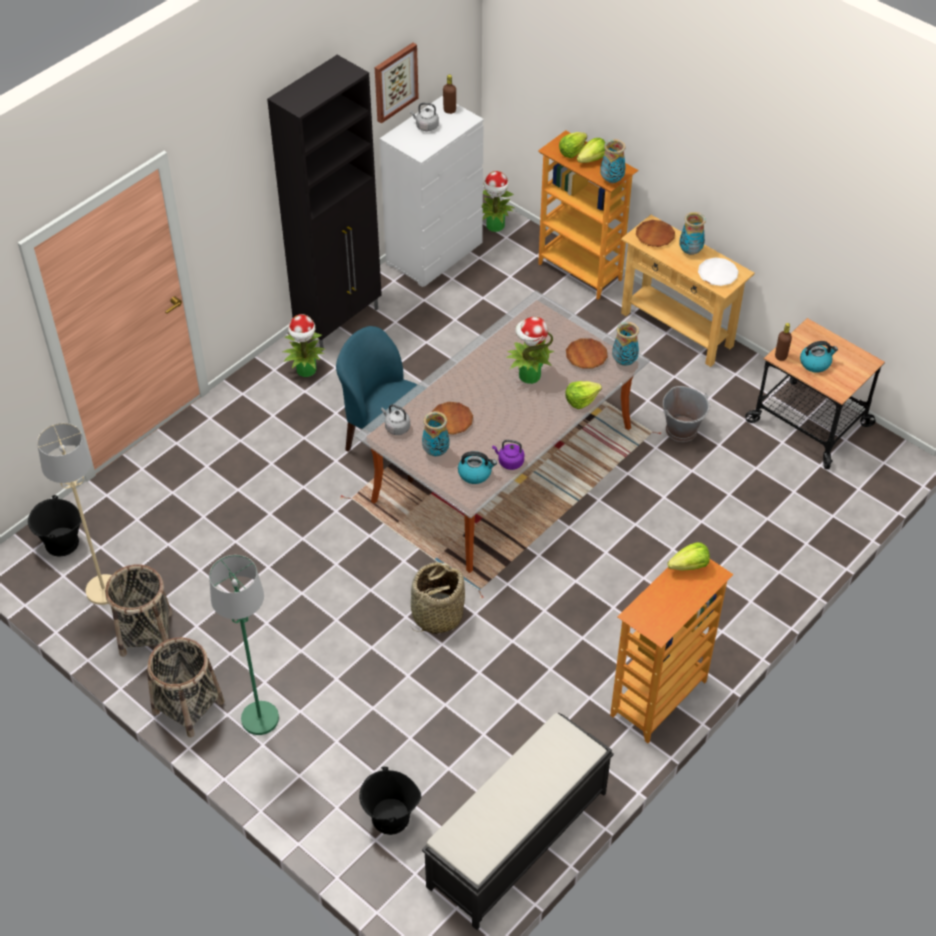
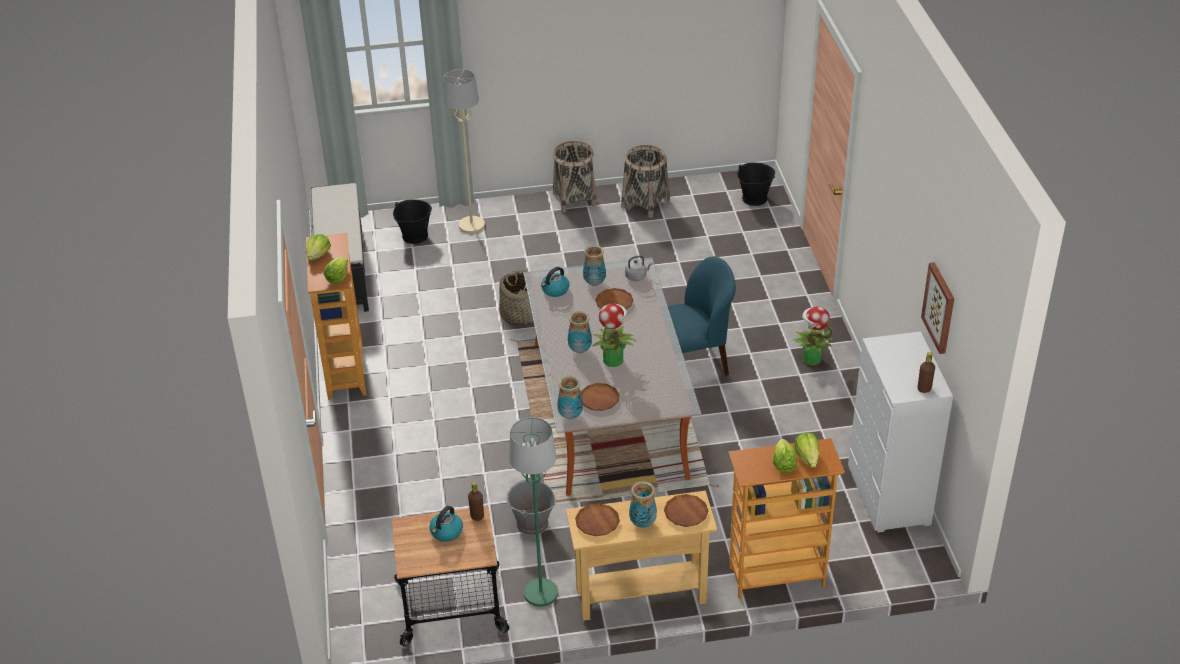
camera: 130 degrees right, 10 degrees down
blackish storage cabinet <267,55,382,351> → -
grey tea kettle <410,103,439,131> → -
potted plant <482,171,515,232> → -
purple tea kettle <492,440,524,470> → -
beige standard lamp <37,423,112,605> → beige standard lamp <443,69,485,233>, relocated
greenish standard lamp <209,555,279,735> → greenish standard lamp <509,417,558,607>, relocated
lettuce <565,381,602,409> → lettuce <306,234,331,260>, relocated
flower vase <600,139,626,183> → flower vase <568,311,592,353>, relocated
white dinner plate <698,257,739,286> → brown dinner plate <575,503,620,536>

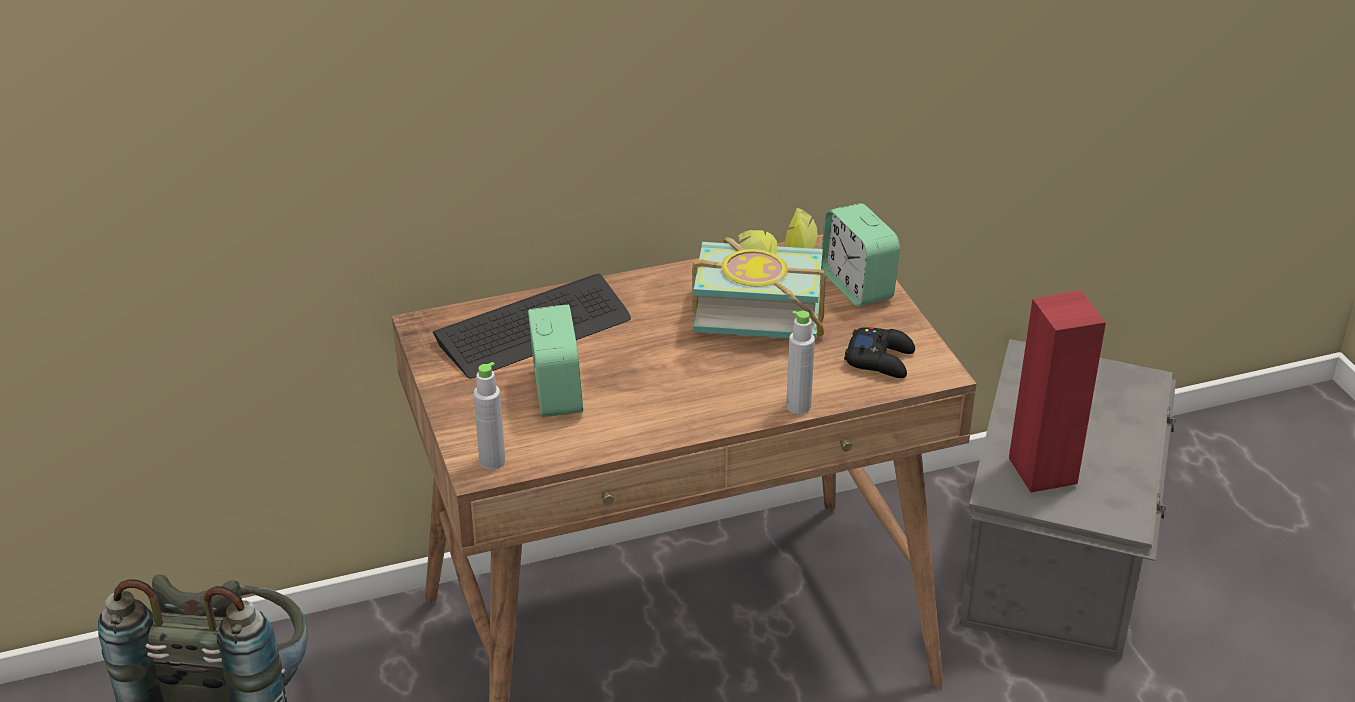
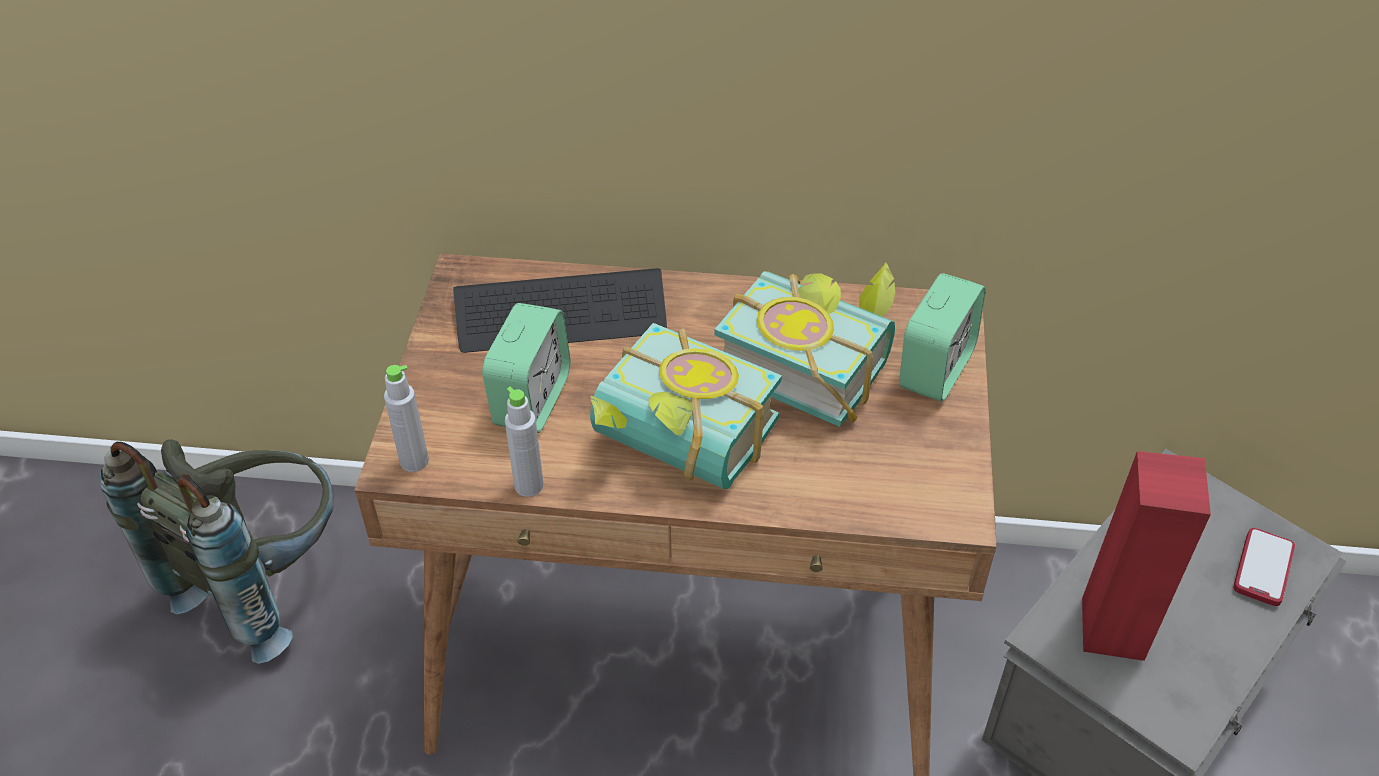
camera: 25 degrees right, 10 degrees up
blackish game controller <844,327,915,378> → -
- → volume <590,323,782,489>
- → phone <1233,528,1295,606>
grey bottle <786,311,815,414> → grey bottle <505,387,544,497>, relocated
table clock <822,203,900,307> → table clock <899,273,986,402>, 150 degrees counterclockwise

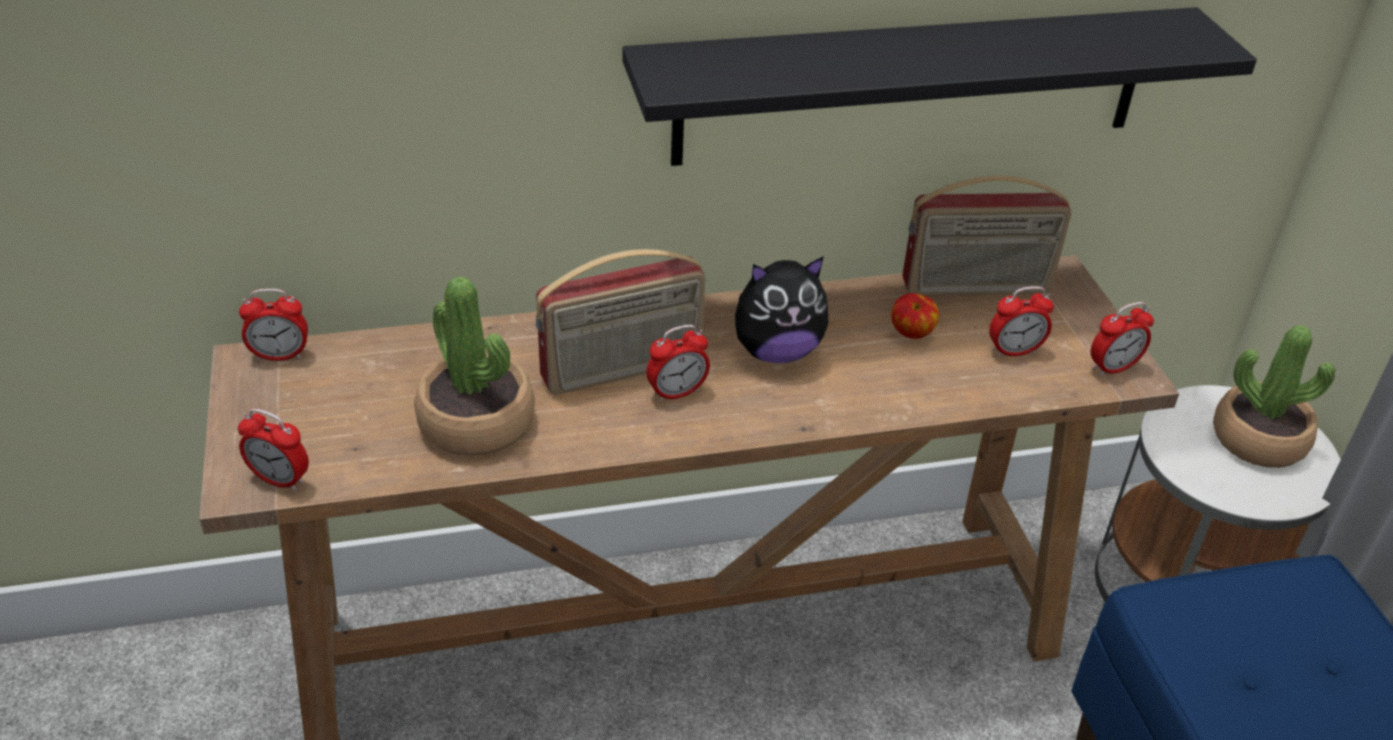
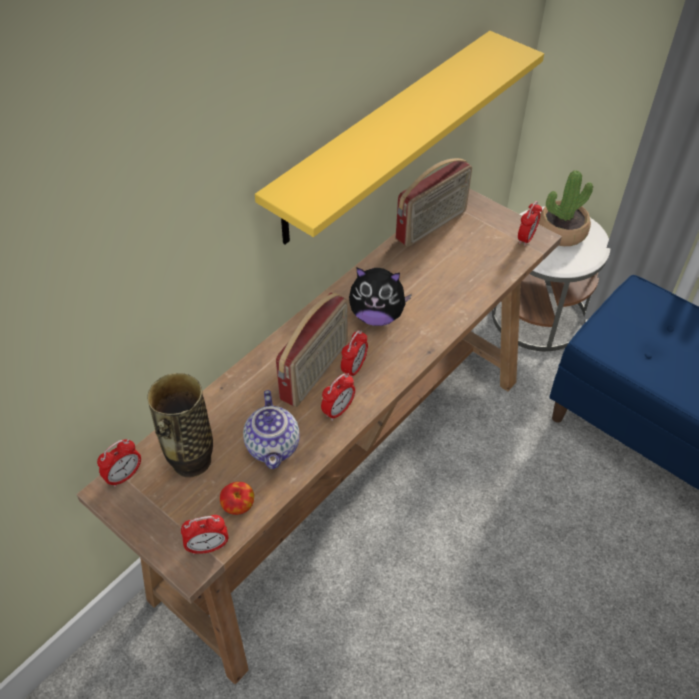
camera: 35 degrees left, 10 degrees up
- → flower vase <147,373,213,477>
apple fruit <891,293,939,339> → apple fruit <220,482,254,515>, relocated
table clock <989,286,1054,357> → table clock <321,373,355,421>, relocated
potted plant <415,277,535,456> → pot for tea <243,390,300,469>
blackish bracket shelf <622,7,1257,166> → yellowish bracket shelf <255,31,544,244>
cuddly toy <735,256,829,363> → cuddly toy <349,267,412,326>, 60 degrees clockwise

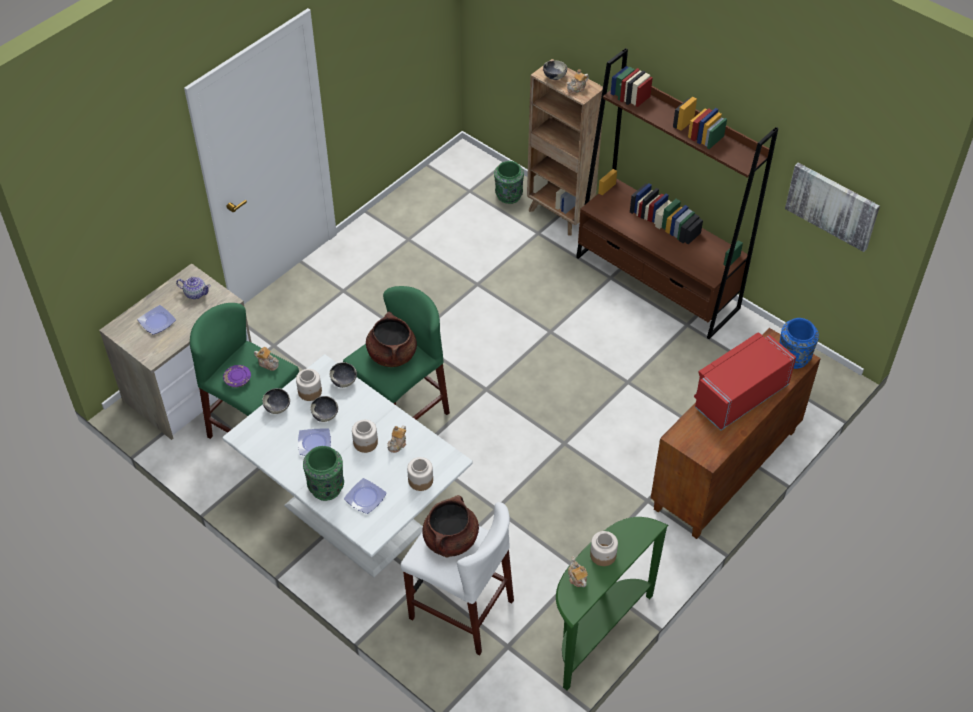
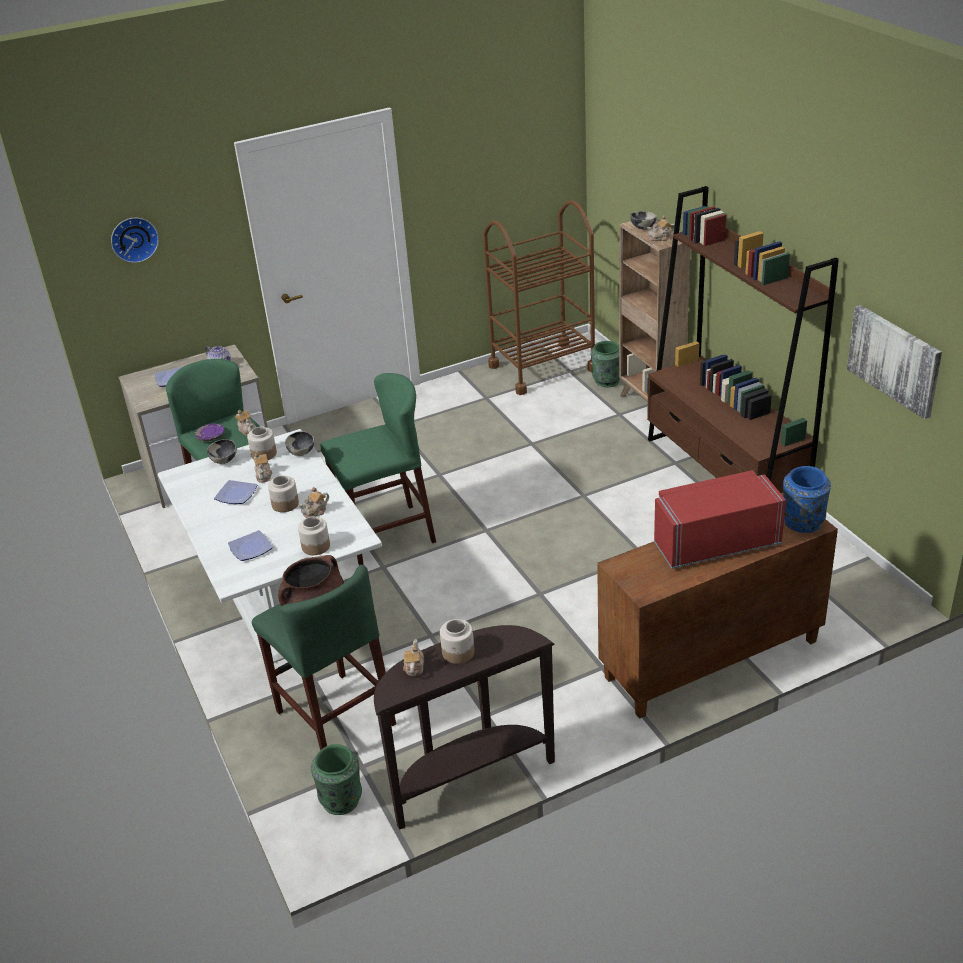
camera: 25 degrees right, 15 degrees down
brown cooking pot <366,311,417,367> → -
- → hanging clock <111,218,159,263>
- → brown trolley <483,200,595,395>
greenish flower vase <303,446,344,501> → greenish flower vase <311,744,362,815>, relocated
bowl <310,396,338,422> → pot for tea <254,452,272,483>
white sitting stool <400,502,514,655> → greenish sitting stool <252,565,396,750>
greenish narrow table <556,517,669,690> → brown narrow table <374,625,555,830>

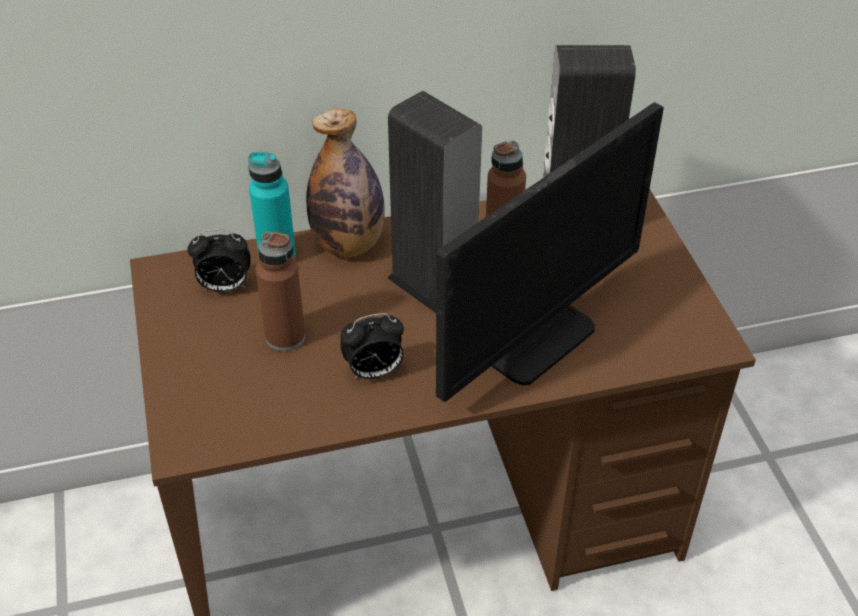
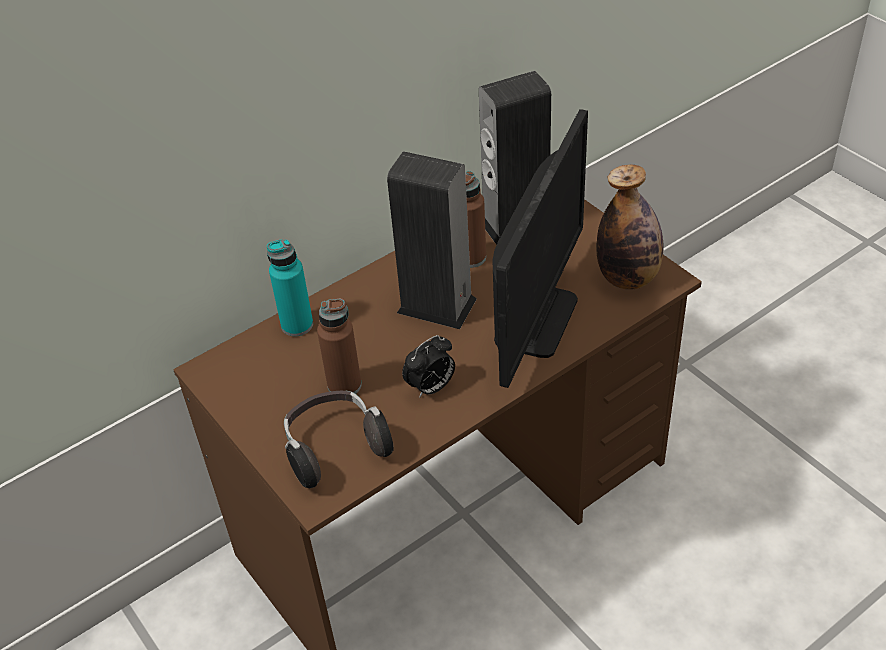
camera: 20 degrees left, 0 degrees up
table clock <187,230,251,292> → -
- → headphones <284,390,394,488>
bottle <306,109,385,257> → bottle <597,165,663,289>, relocated

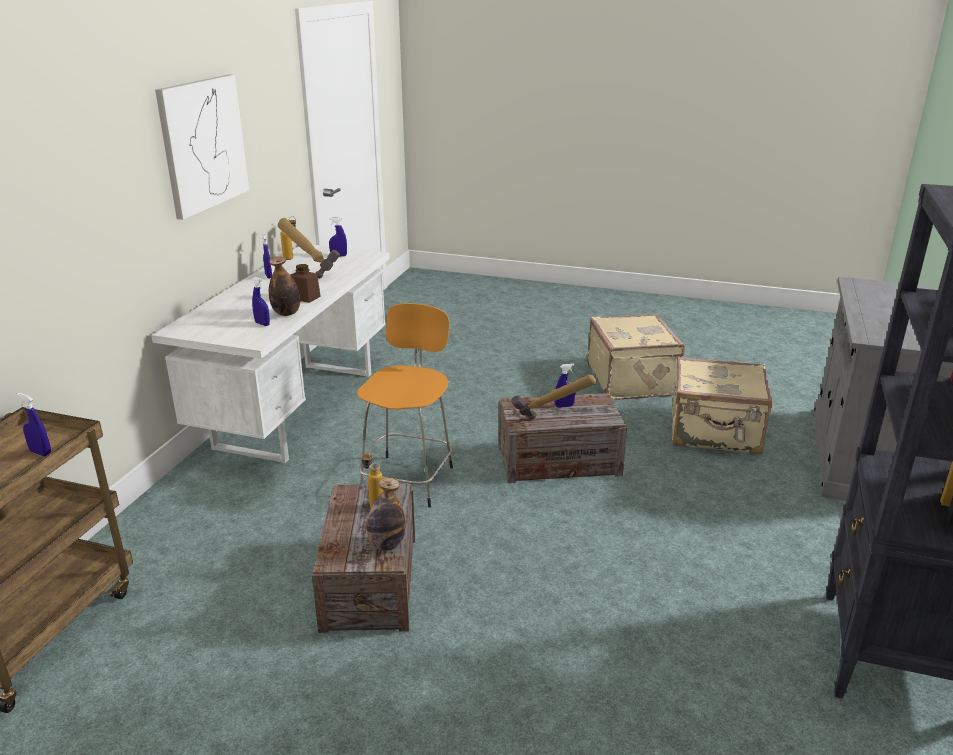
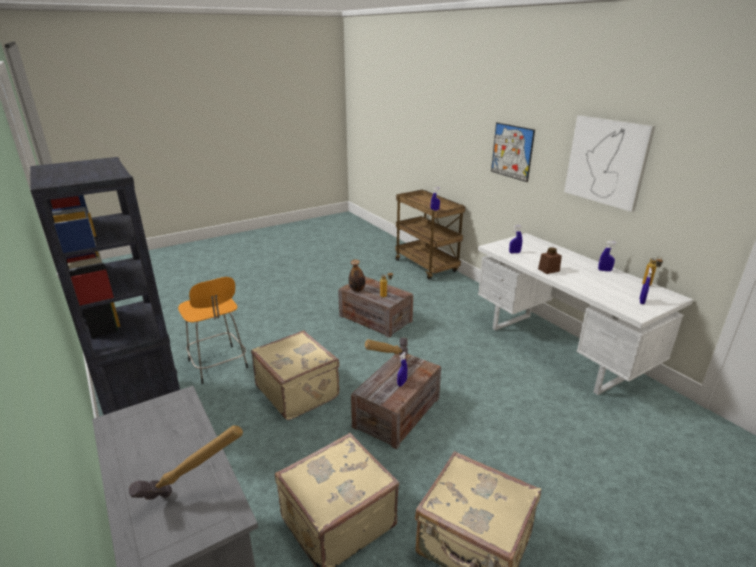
camera: 130 degrees right, 0 degrees up
bottle <269,256,300,316> → -
- → beige travel case <251,330,339,420>
- → picture <491,123,535,182>
hand hammer <278,218,340,278> → hand hammer <129,426,243,500>, relocated
orange sitting stool <357,303,453,507> → orange sitting stool <178,277,248,384>, relocated

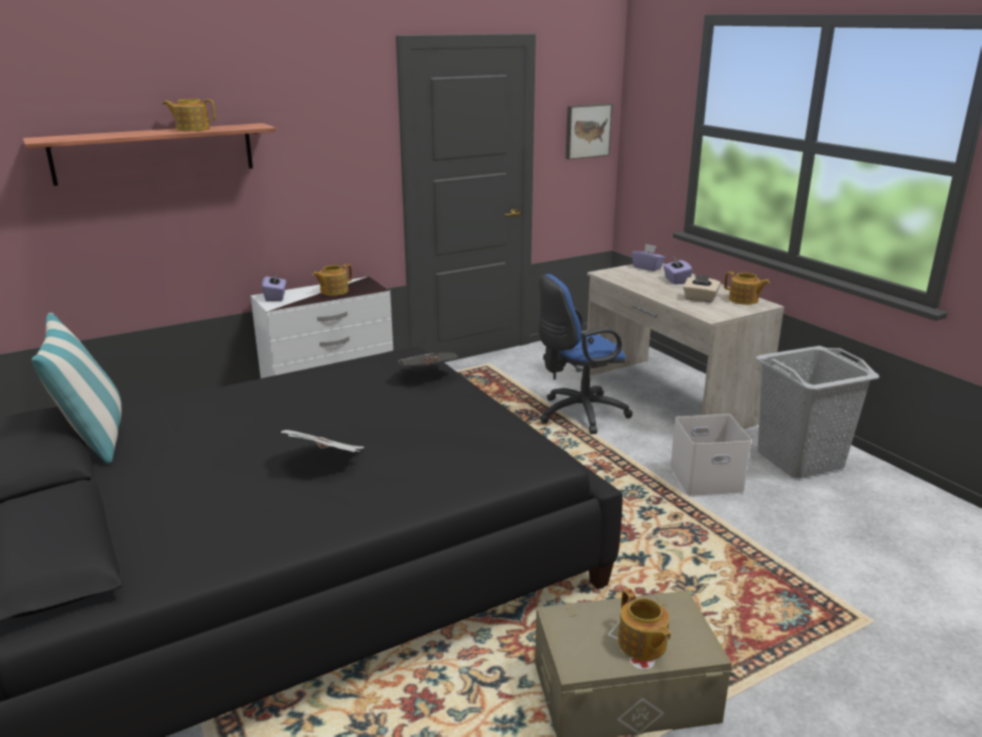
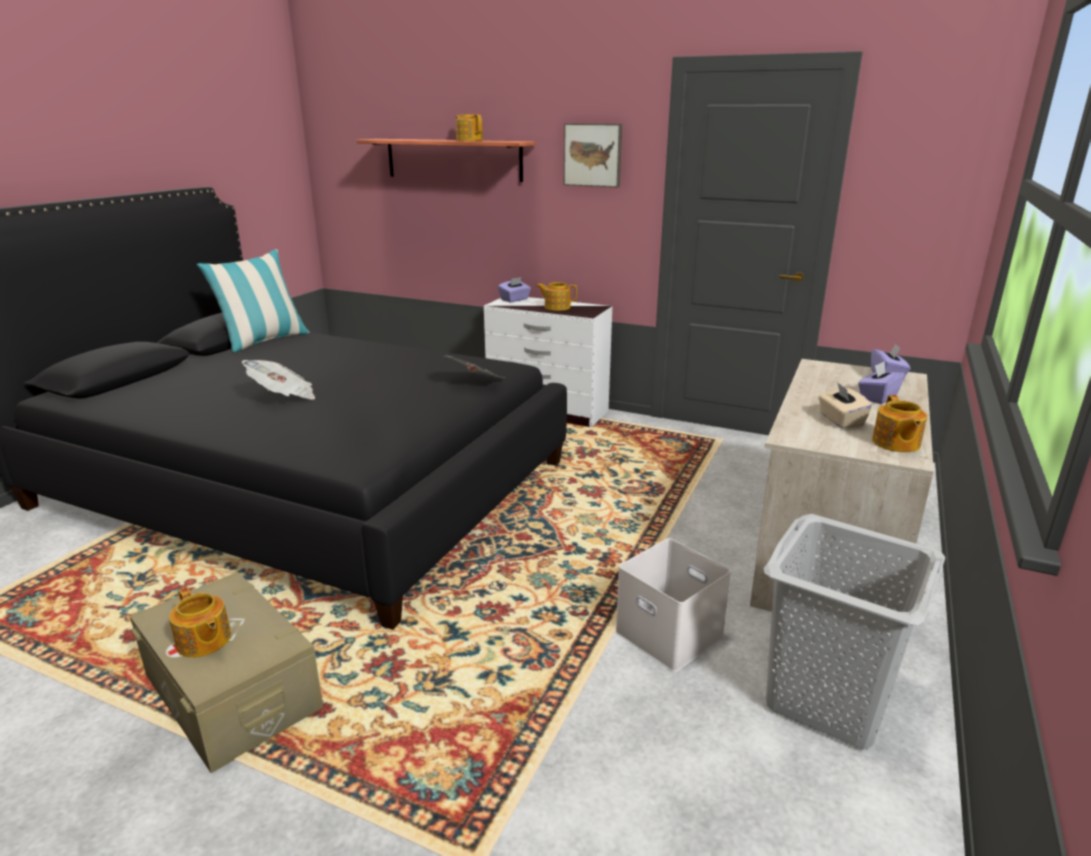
camera: 55 degrees right, 0 degrees up
blue-coloured computer chair <538,274,633,434> → -
picture <566,103,612,160> → picture <564,123,622,187>, relocated
pot for tea <618,588,671,661> → pot for tea <169,587,231,658>, 75 degrees counterclockwise

